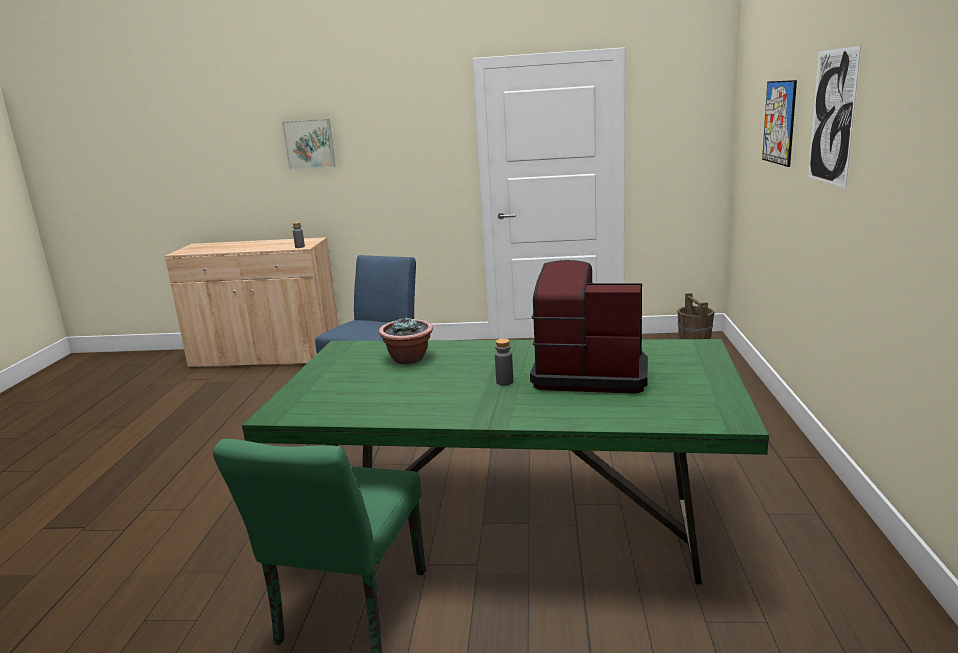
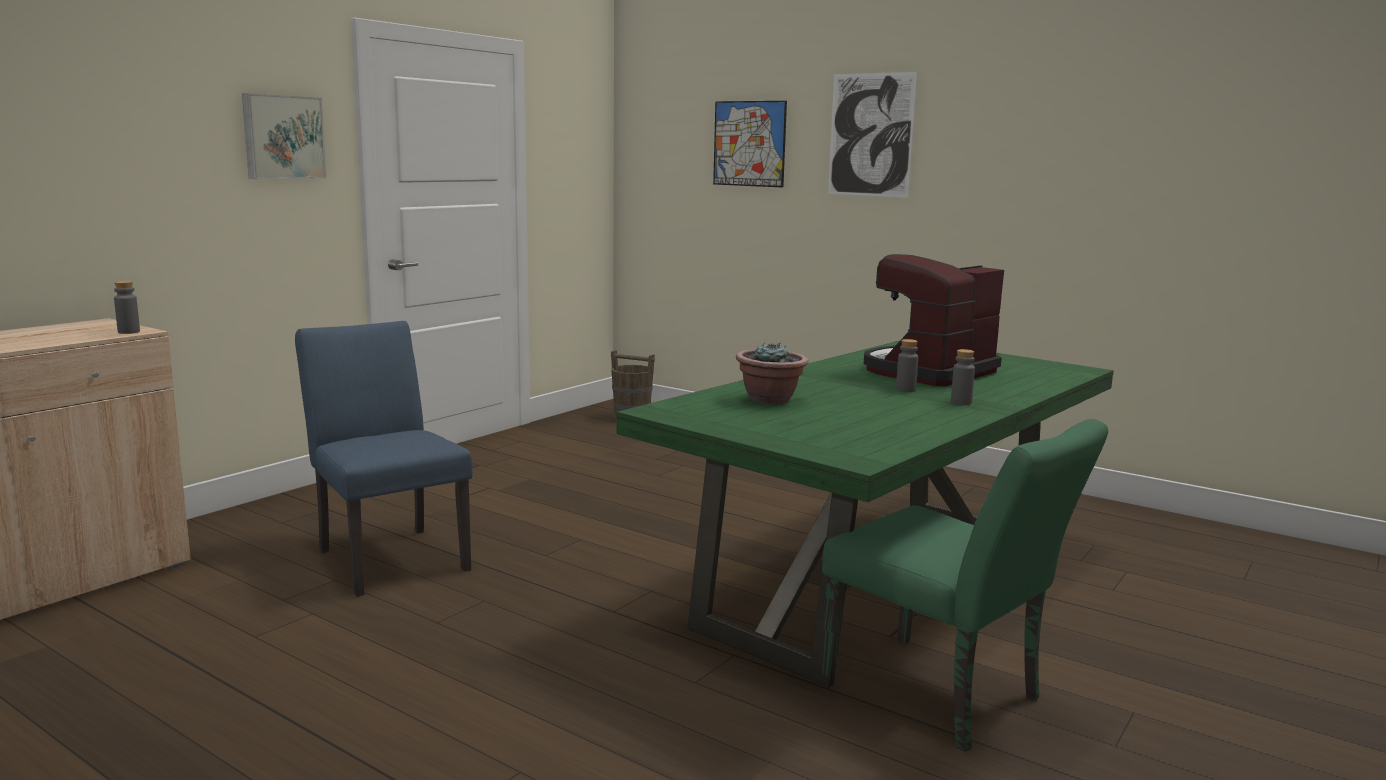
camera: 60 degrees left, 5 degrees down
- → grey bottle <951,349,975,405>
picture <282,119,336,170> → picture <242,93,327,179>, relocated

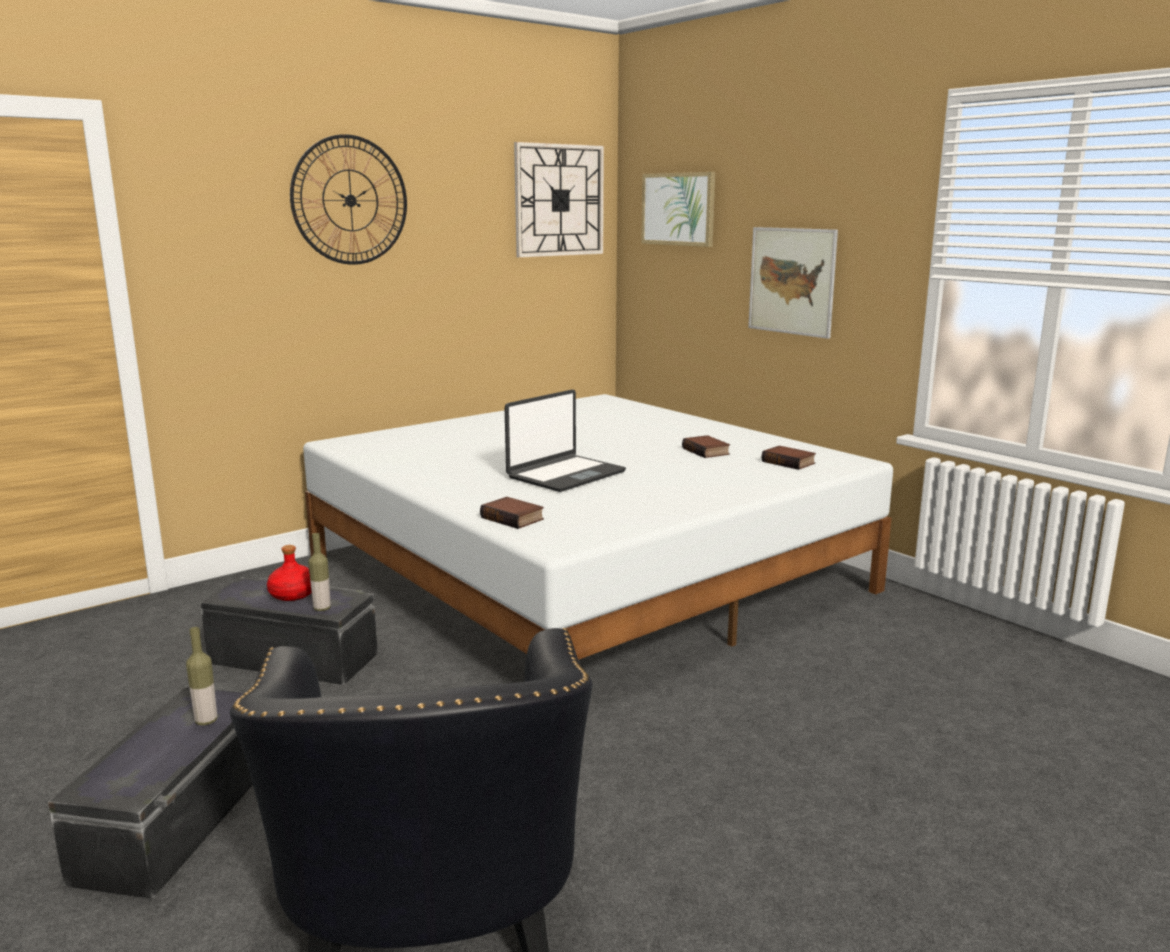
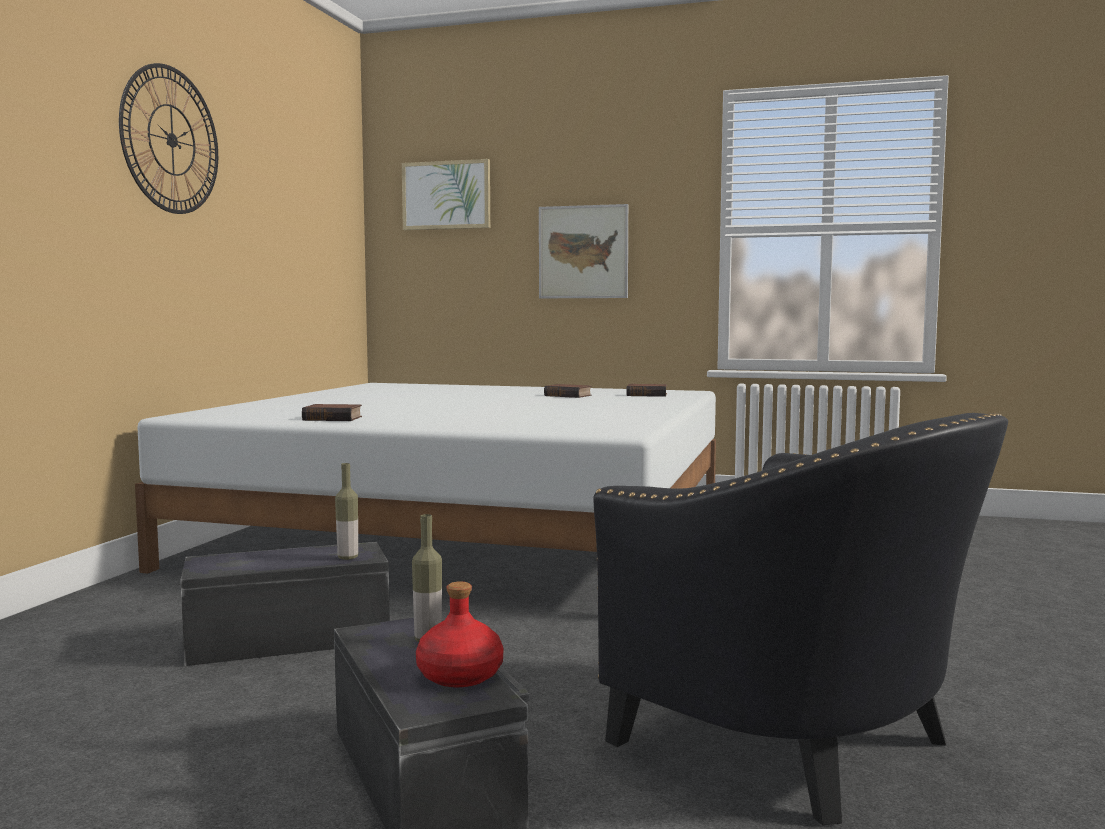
camera: 35 degrees left, 10 degrees down
laptop <505,389,626,492> → -
hanging clock <514,142,604,258> → -
red bottle <267,545,312,601> → red bottle <416,581,504,687>, relocated
volume <480,497,544,529> → volume <302,404,362,421>, relocated

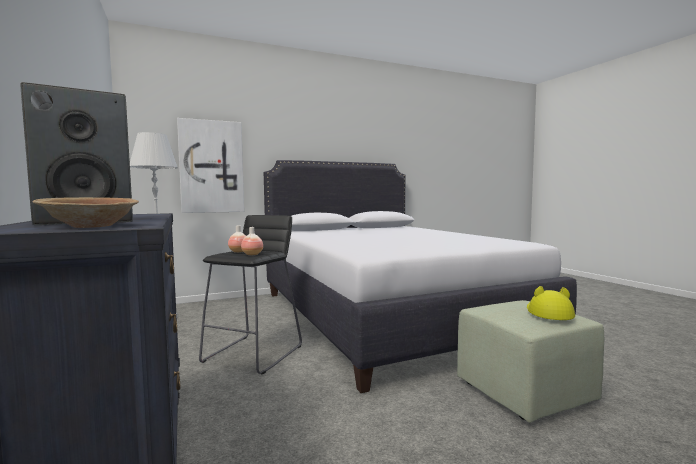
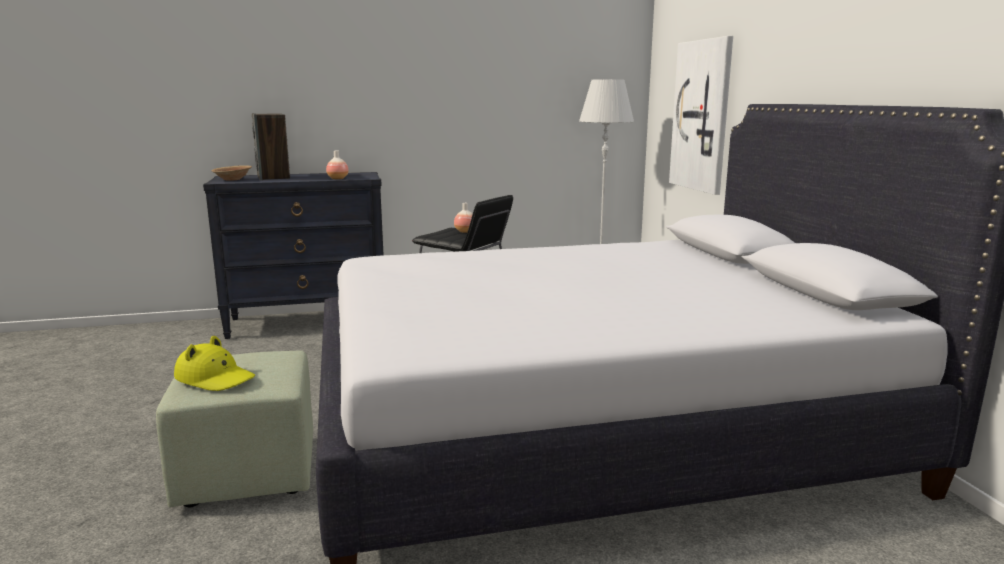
camera: 100 degrees right, 10 degrees up
flower vase <241,227,263,255> → flower vase <326,151,349,180>, relocated

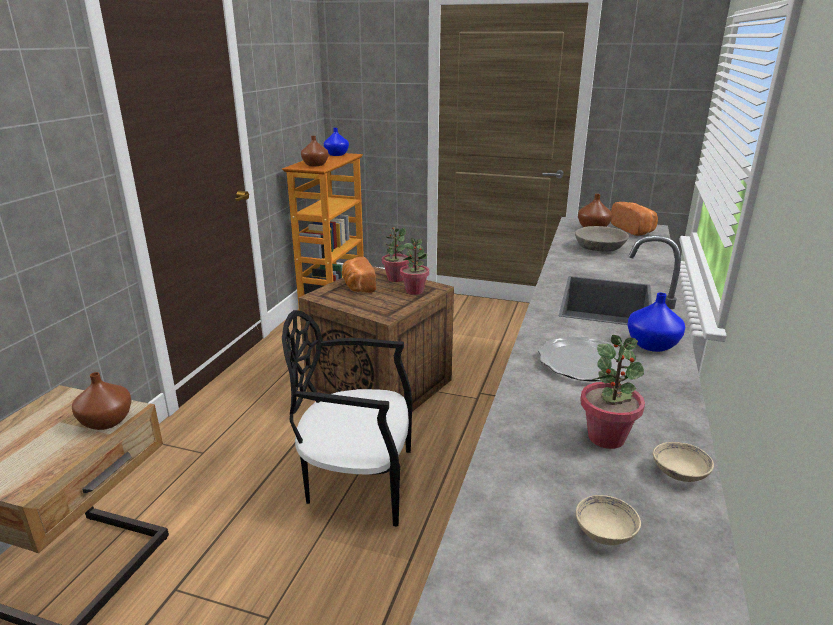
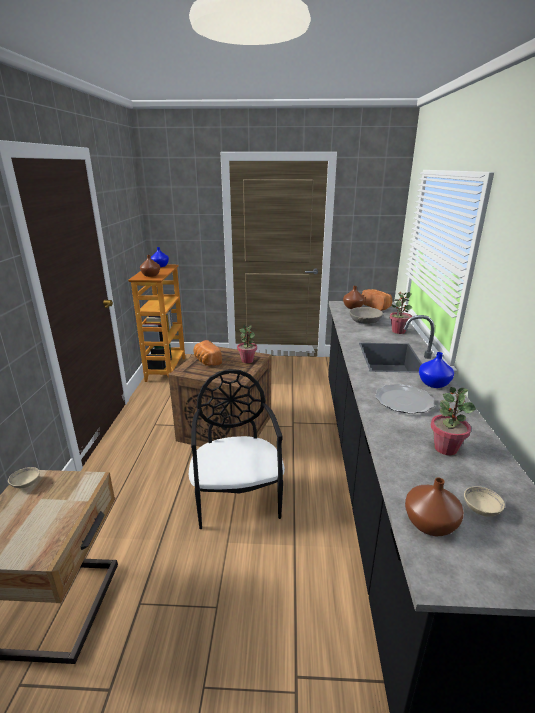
camera: 15 degrees left, 0 degrees up
brown flower vase <72,372,132,430> → brown flower vase <405,477,464,536>, relocated
potted plant <382,227,409,282> → potted plant <389,292,412,334>, relocated
beige bowl <653,442,714,482> → beige bowl <8,467,40,488>, relocated
blackish upright chair <282,310,413,527> → blackish upright chair <189,369,285,529>, 90 degrees clockwise

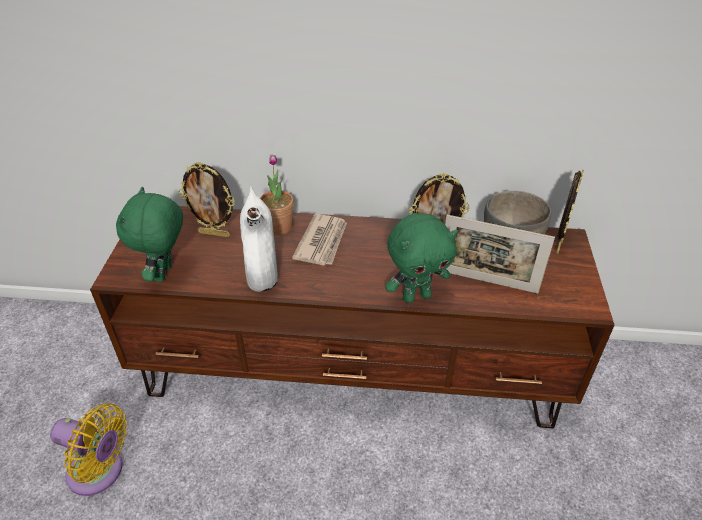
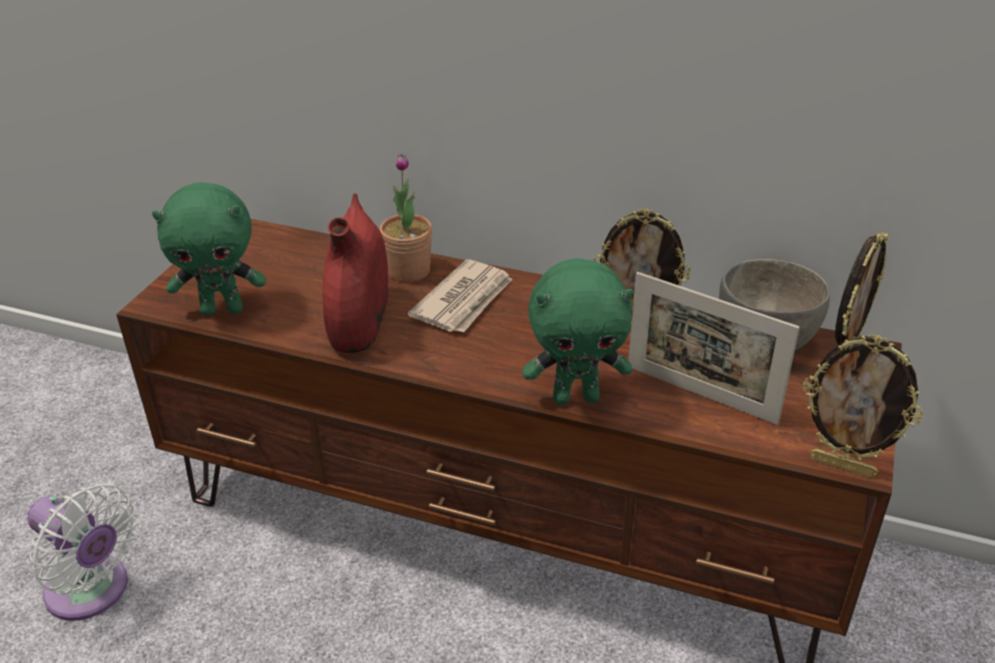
camera: 15 degrees right, 5 degrees down
standing frame <178,162,235,237> → standing frame <803,335,923,478>, relocated
yellowish cooling fan <50,403,127,496> → white cooling fan <27,484,137,621>
white flower vase <240,186,278,292> → red flower vase <322,194,388,353>
greenish cuddly toy <116,187,183,282> → greenish cuddly toy <152,182,266,316>, 120 degrees counterclockwise

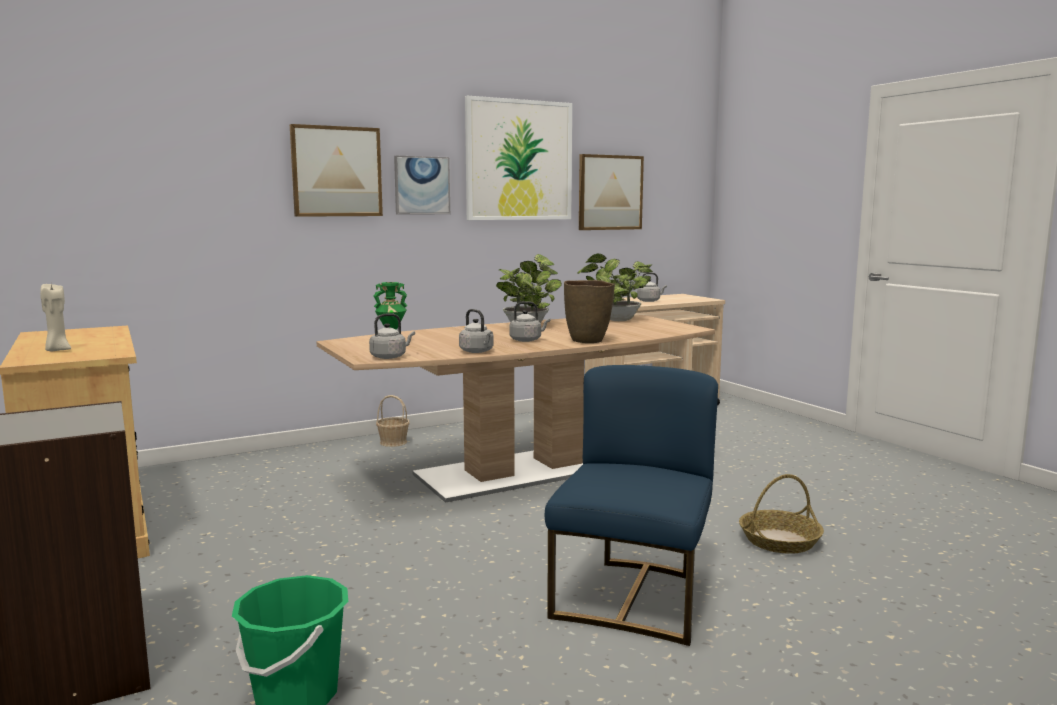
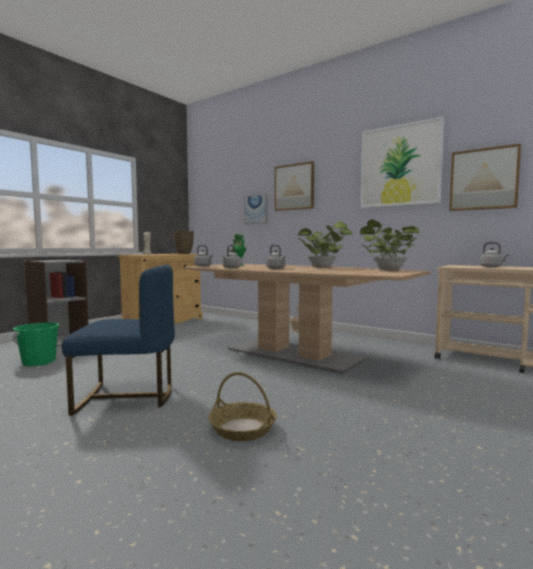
camera: 65 degrees right, 5 degrees down
picture <394,155,450,215> → picture <244,194,267,224>, relocated
brown flower vase <564,280,615,343> → brown flower vase <174,231,194,254>, relocated

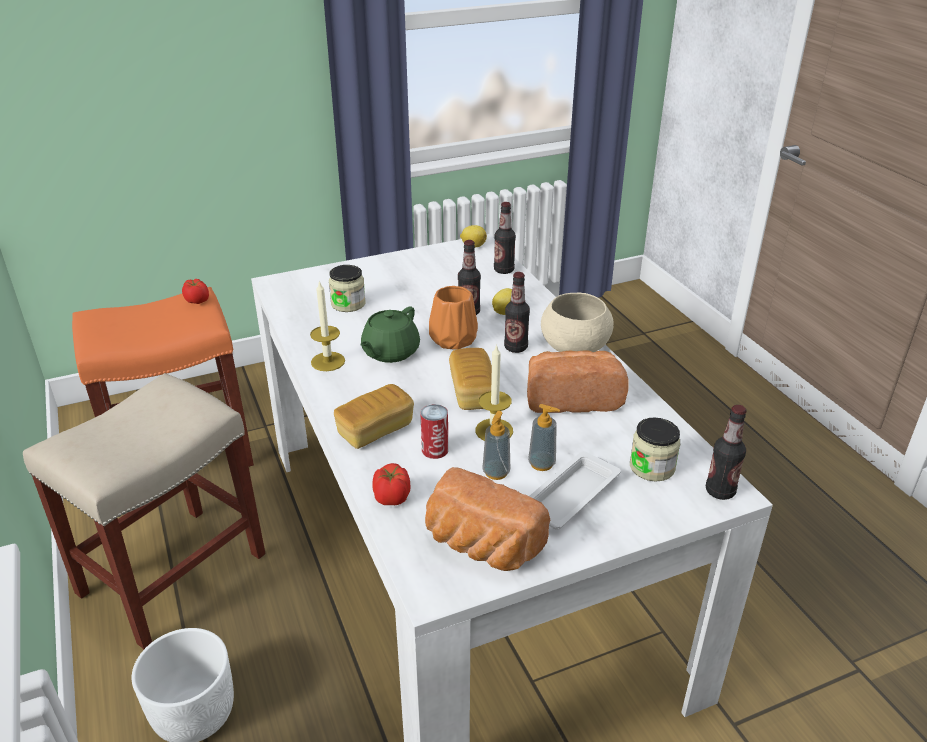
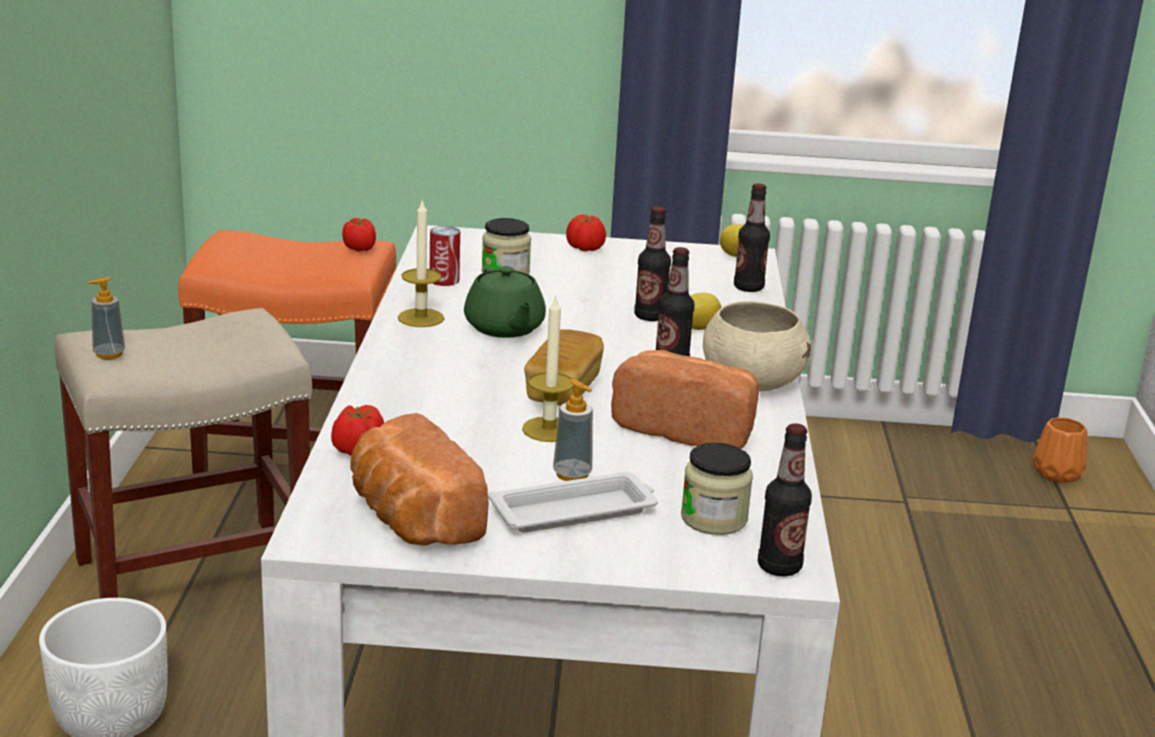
camera: 25 degrees right, 10 degrees down
bakery bread <334,384,414,449> → -
- → whole tomato <566,214,606,251>
can <420,404,448,459> → can <430,226,460,286>, relocated
orange flower vase <429,286,478,350> → orange flower vase <1033,417,1087,483>, relocated
liquid soap bottle <482,411,510,480> → liquid soap bottle <87,277,125,359>, relocated
greenish pot for tea <360,307,420,363> → greenish pot for tea <464,266,546,338>, 75 degrees counterclockwise

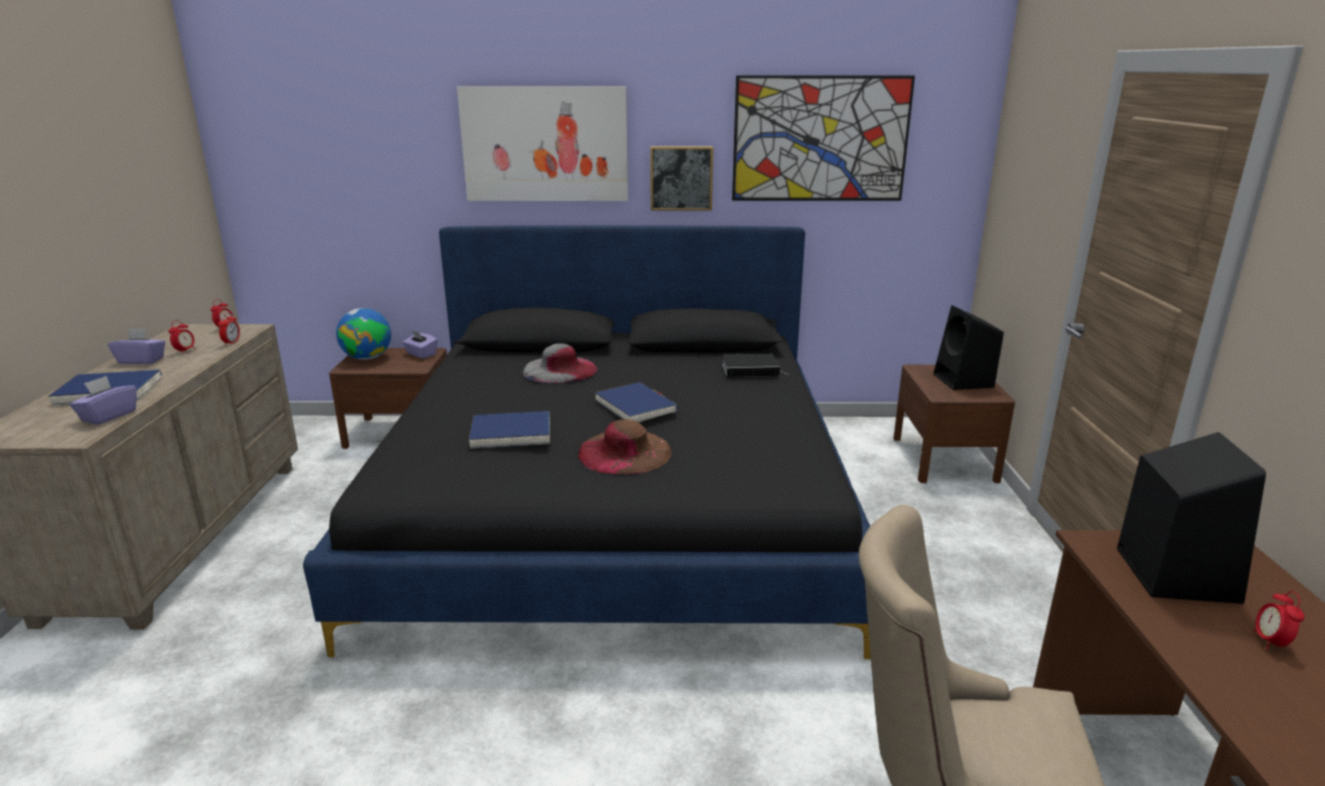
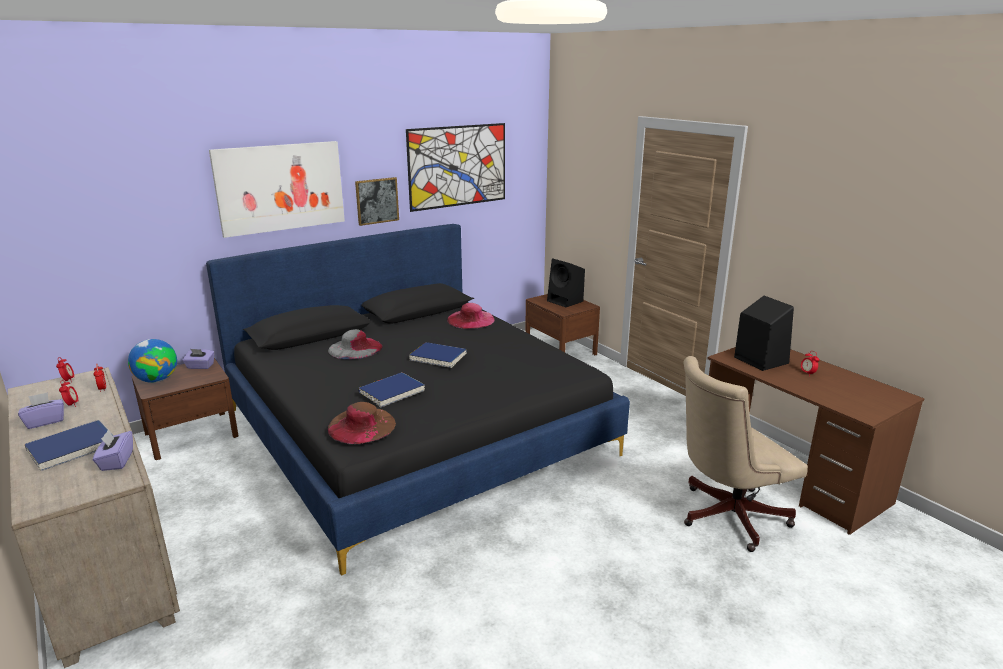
camera: 35 degrees left, 0 degrees up
brown hat <577,419,671,475> → brown hat <327,402,396,444>, relocated
volume <722,354,788,377> → pink hat <447,303,495,329>

